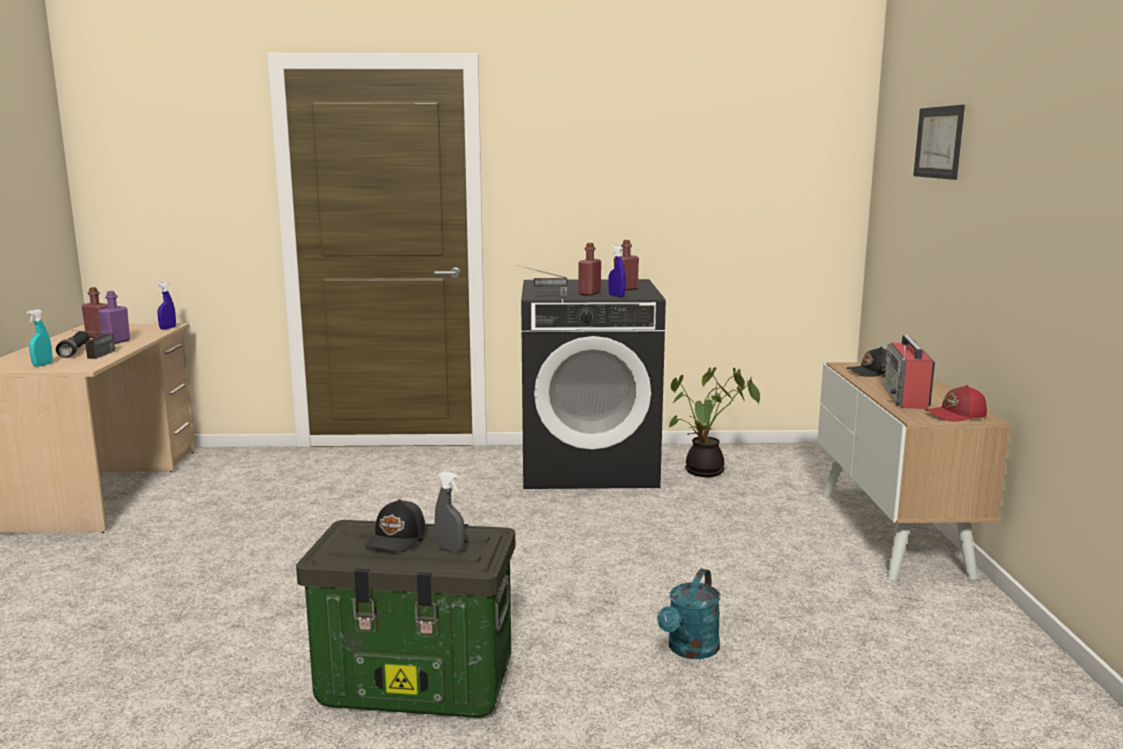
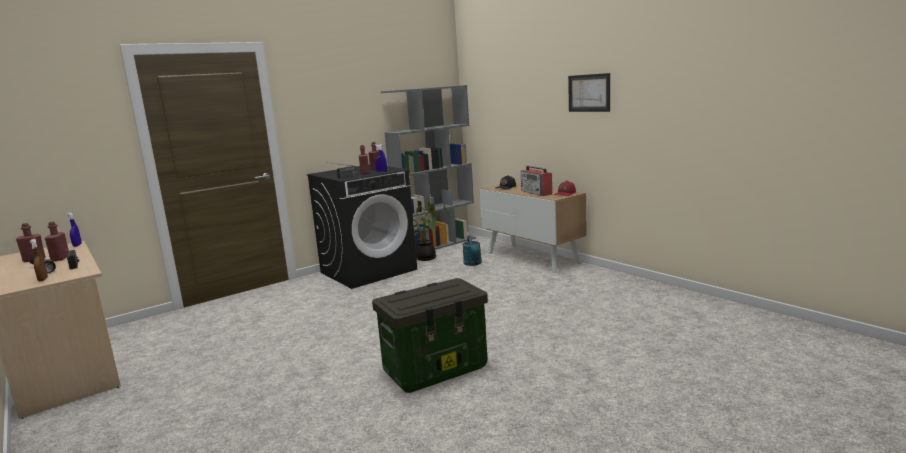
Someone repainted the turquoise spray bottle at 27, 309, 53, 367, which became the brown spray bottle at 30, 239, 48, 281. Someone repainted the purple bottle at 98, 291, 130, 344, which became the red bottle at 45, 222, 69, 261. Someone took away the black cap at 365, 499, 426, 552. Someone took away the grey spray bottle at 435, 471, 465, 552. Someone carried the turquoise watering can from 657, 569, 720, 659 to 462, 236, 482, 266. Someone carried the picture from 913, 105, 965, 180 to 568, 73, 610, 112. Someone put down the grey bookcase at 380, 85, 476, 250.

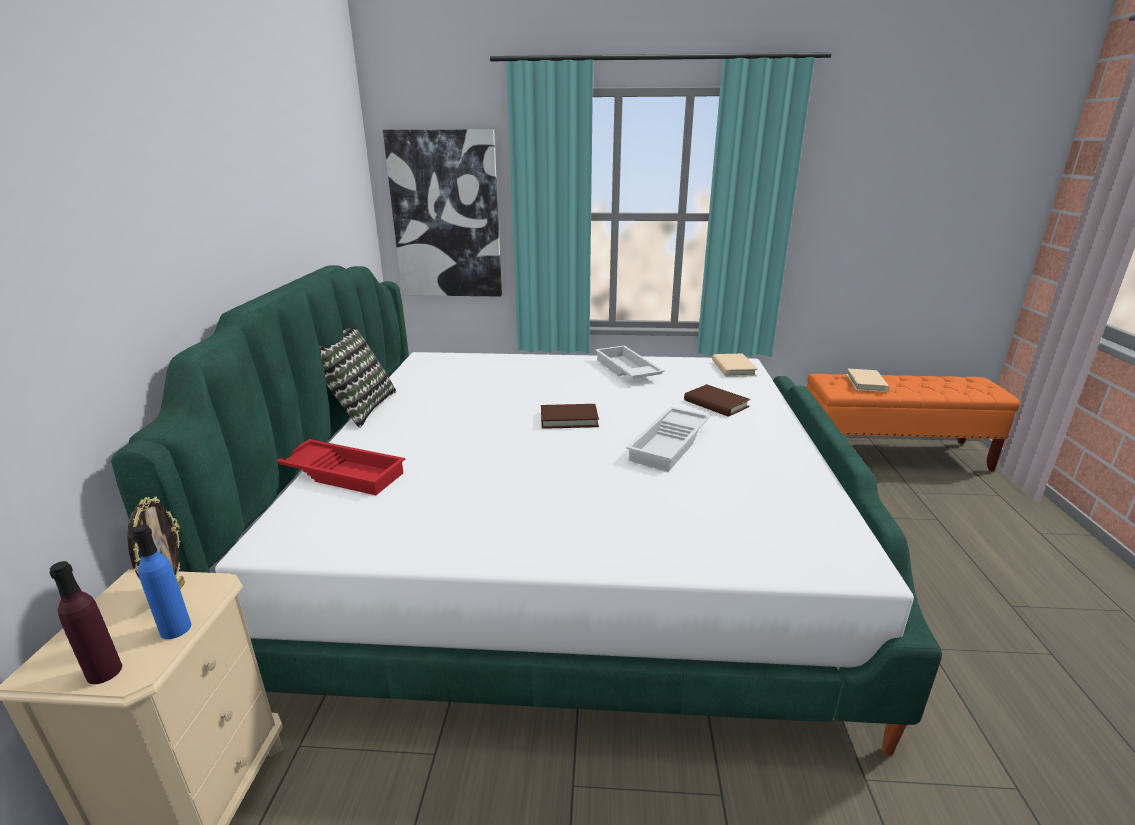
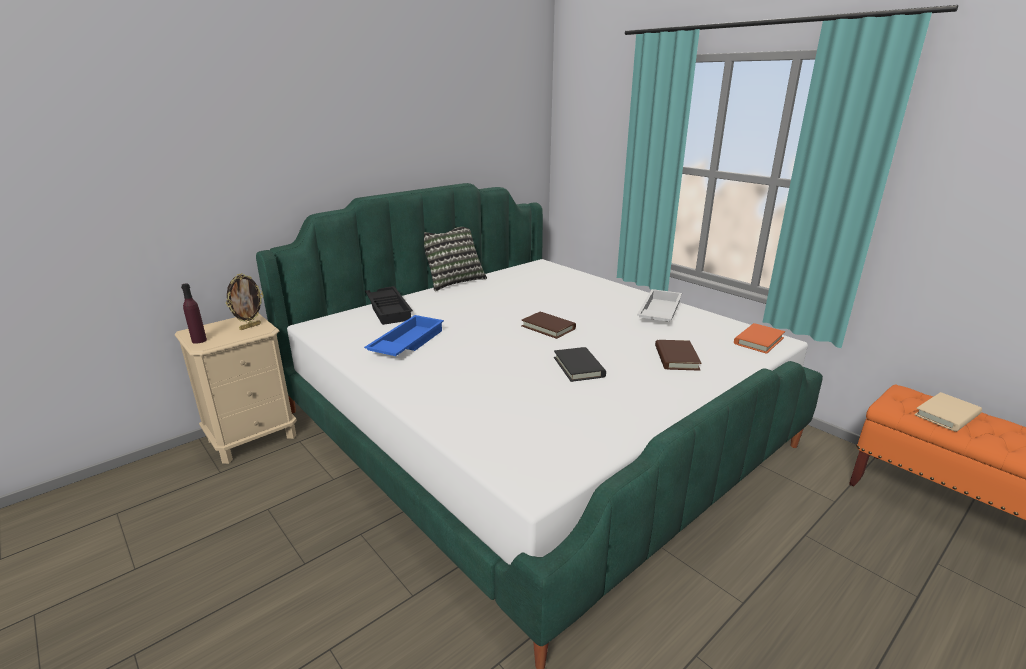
Someone took away the blue bottle at 132, 524, 191, 639. Someone repainted the red tray at 277, 439, 405, 495, which became the black tray at 365, 286, 413, 325. Someone took away the picture at 383, 129, 502, 297. Someone swapped the white tray at 626, 407, 711, 472 for the black book at 554, 347, 606, 382. Someone repainted the beige book at 712, 354, 758, 377, which became the orange book at 734, 323, 785, 354. Someone put down the blue tray at 364, 315, 444, 356.

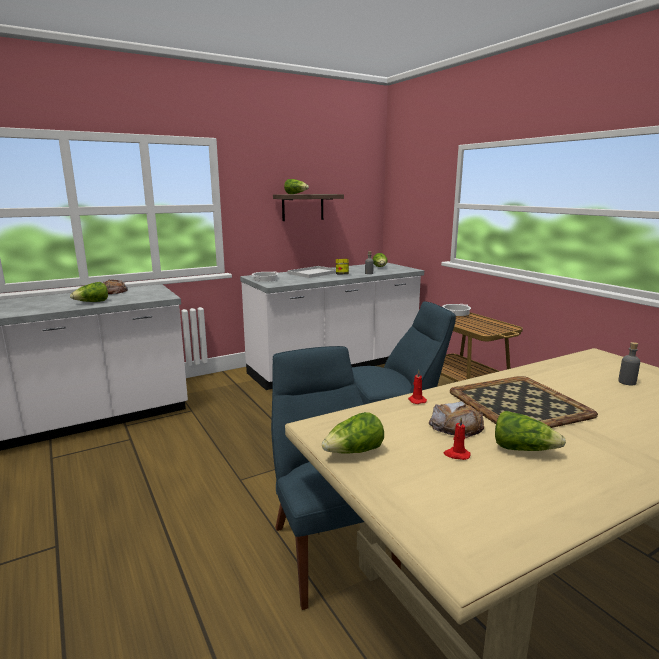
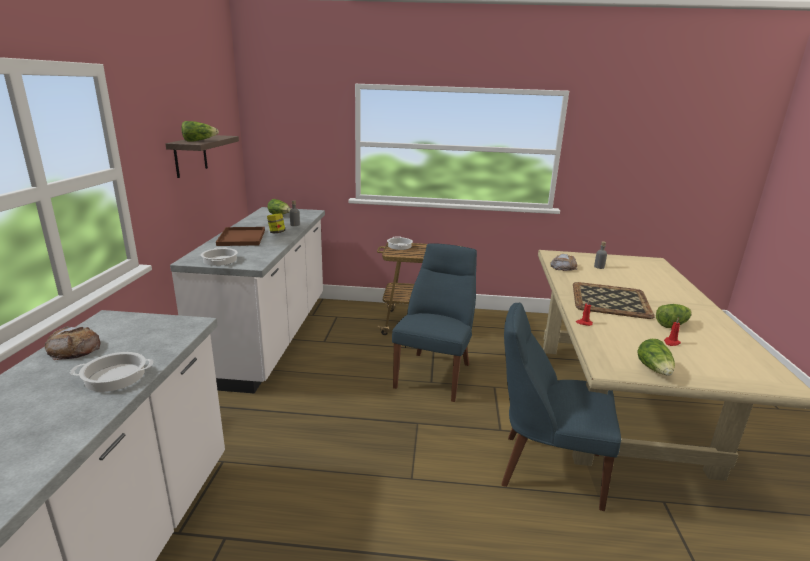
Someone swapped the lettuce at 70, 282, 108, 302 for the cooking pot at 70, 352, 153, 392. Someone repainted the white tray at 287, 266, 336, 278, which became the brown tray at 216, 227, 265, 246. Someone carried the bread from 429, 401, 484, 438 to 550, 254, 577, 271.

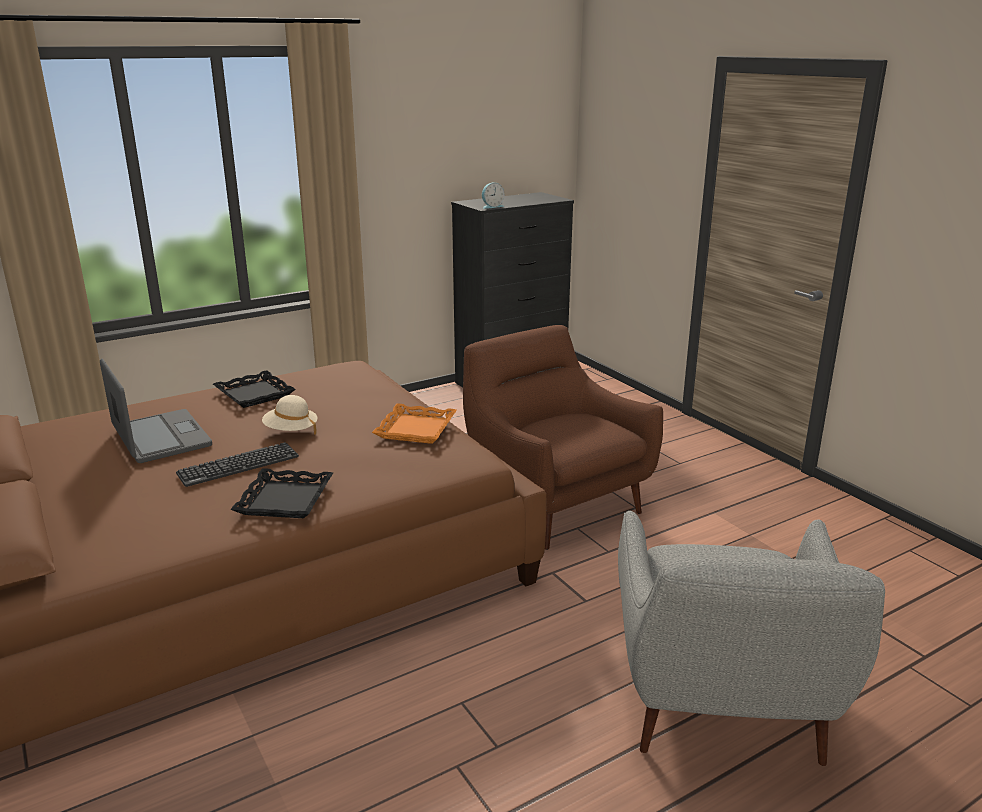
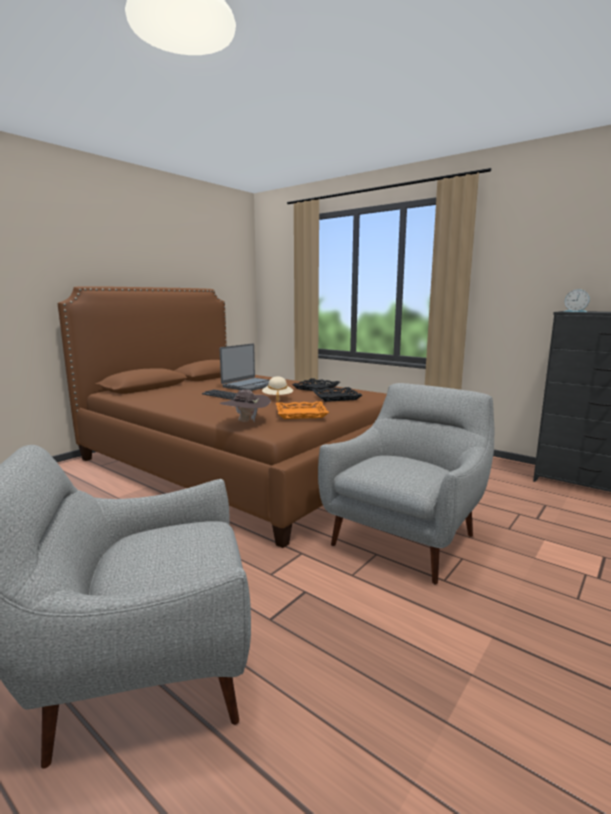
Someone carried the black tray from 230, 468, 333, 518 to 311, 387, 362, 402. Someone repainted the brown armchair at 463, 325, 663, 550, which became the grey armchair at 318, 383, 494, 584. Someone put down the brown hat at 220, 389, 271, 422.

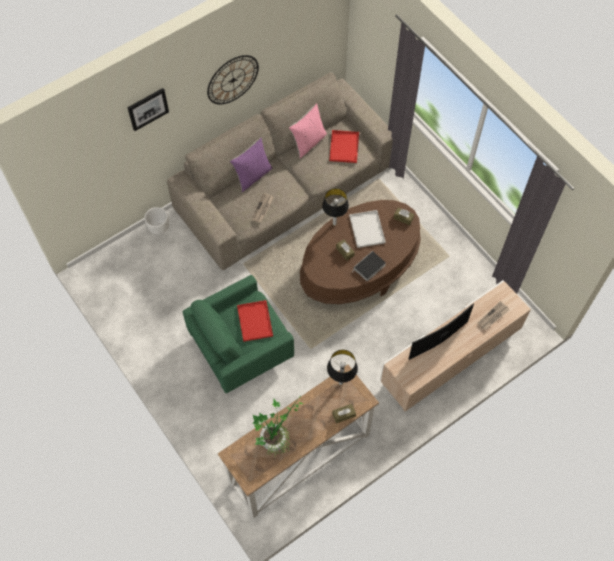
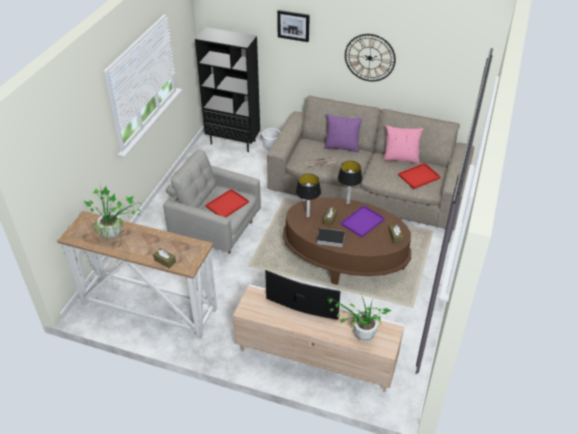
Someone repainted the green armchair at 183, 275, 294, 393, which became the grey armchair at 163, 149, 261, 254. Someone carried the table lamp from 327, 350, 358, 385 to 296, 174, 321, 217. Someone repainted the white tray at 349, 210, 386, 248, which became the purple tray at 341, 205, 385, 238. Someone swapped the newspaper at 477, 301, 509, 330 for the potted plant at 325, 294, 392, 341. Someone put down the black bookcase at 195, 27, 260, 152.

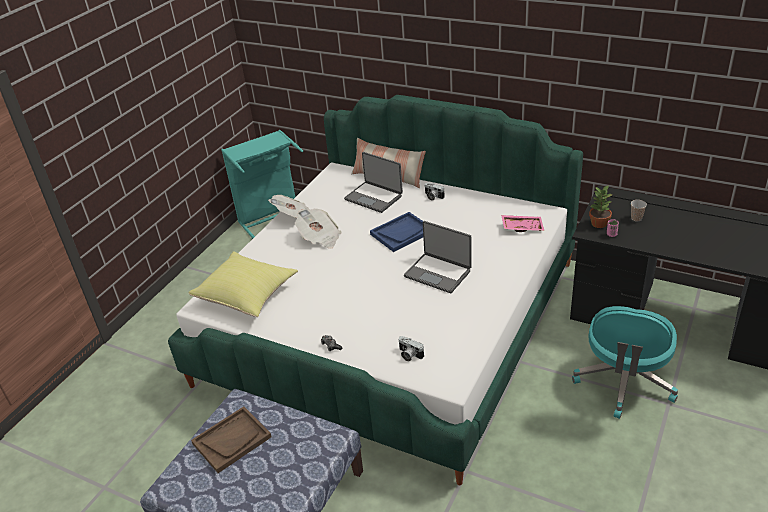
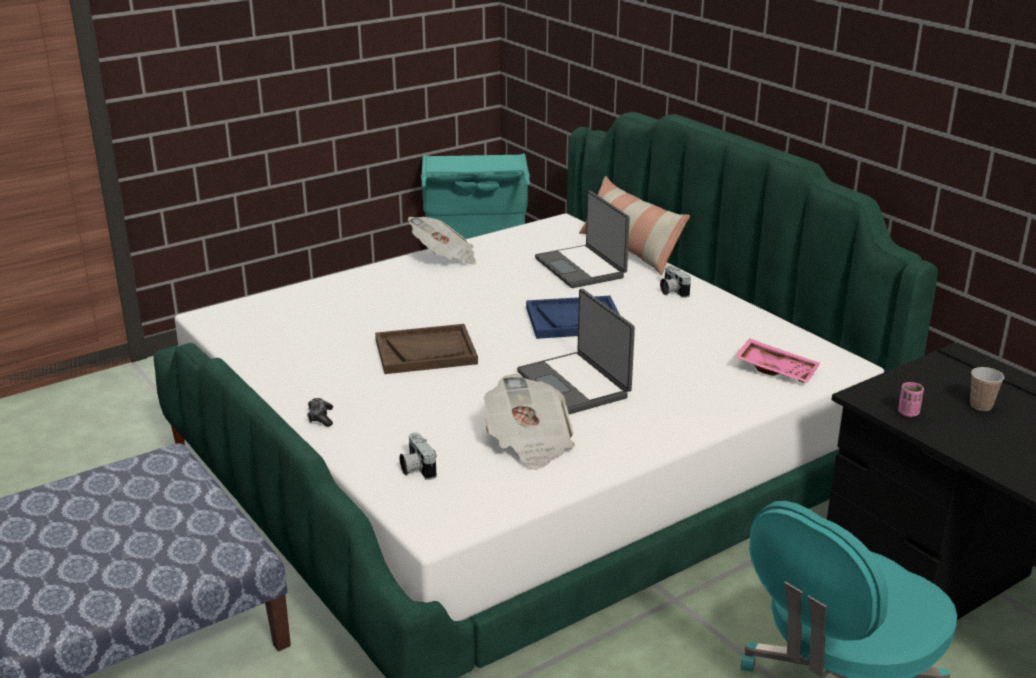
Someone took away the yellow pillow at 188, 251, 298, 317. Someone carried the brown tray from 191, 406, 271, 473 to 375, 324, 478, 374. Someone carried the newspaper from 295, 209, 341, 249 to 484, 374, 575, 470. Someone took away the potted plant at 589, 185, 613, 228.

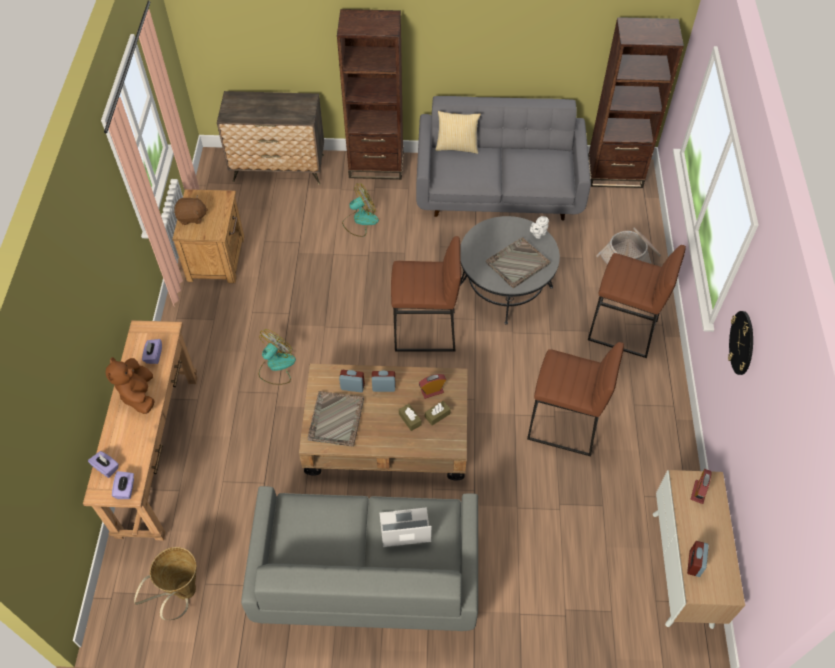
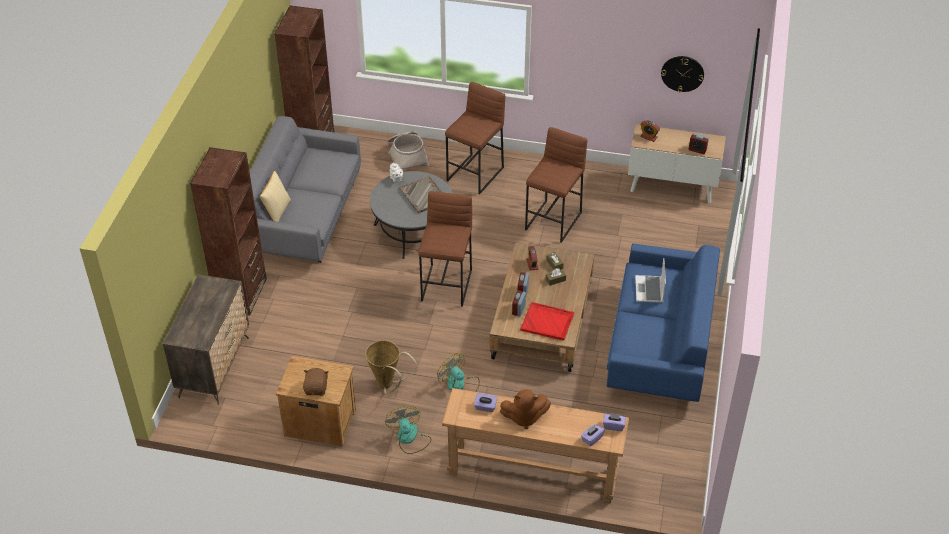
Someone carried the basket from 134, 547, 197, 620 to 365, 340, 417, 394. Someone repainted the grey sofa at 241, 486, 478, 631, which became the blue sofa at 607, 243, 720, 402. Someone repainted the grey tray at 308, 391, 364, 447, which became the red tray at 520, 302, 575, 341. Someone carried the fan from 342, 183, 379, 237 to 385, 406, 432, 454. Someone carried the wall clock from 728, 311, 753, 375 to 661, 56, 704, 92.

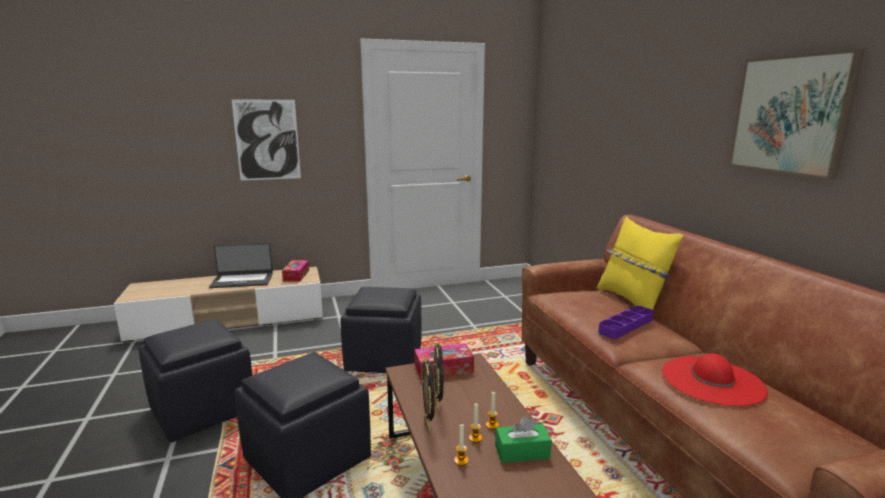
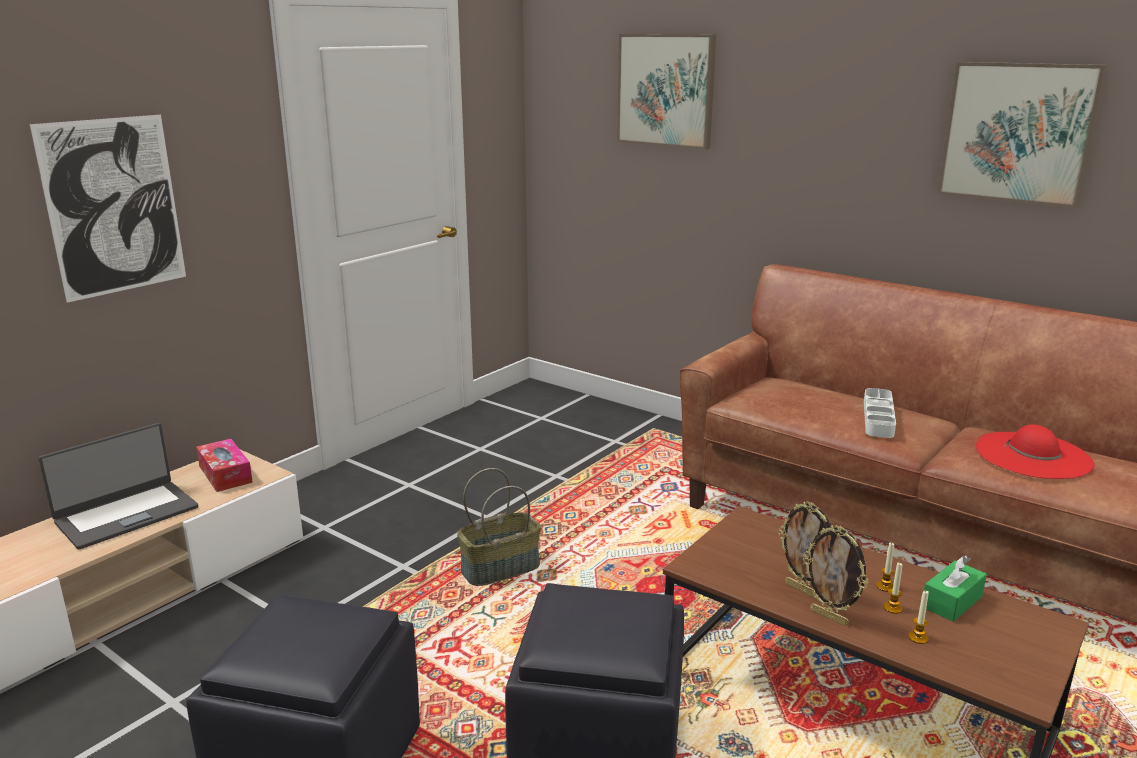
Someone swapped the black ottoman at 341, 287, 421, 373 for the basket at 457, 468, 541, 586. Someone took away the tissue box at 415, 343, 474, 380. Someone took away the yellow pillow at 597, 217, 683, 310. Someone repainted the purple tray at 598, 306, 654, 339, which became the white tray at 864, 388, 896, 438. Someone put up the picture at 617, 34, 716, 150.

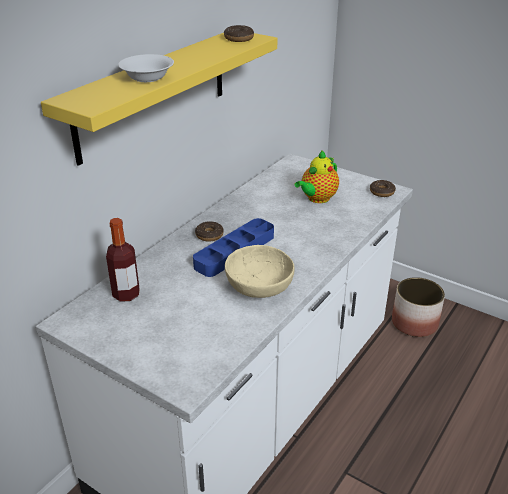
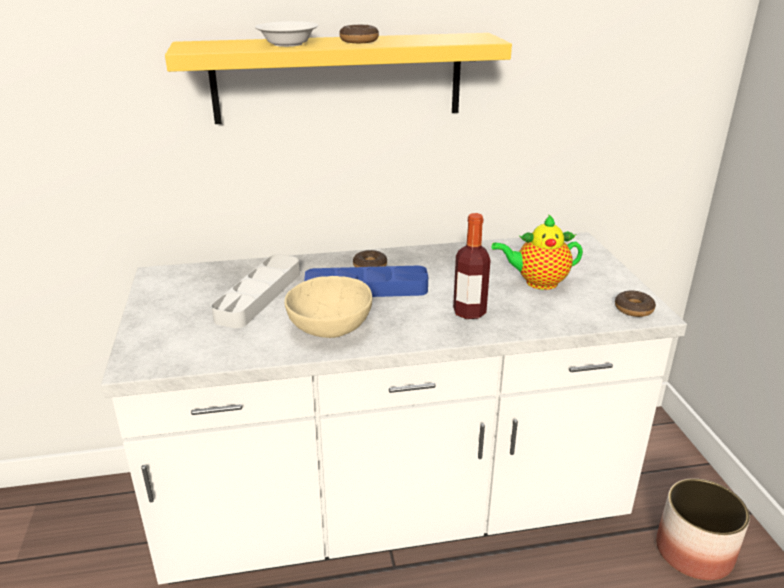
Someone carried the bottle from 106, 218, 140, 302 to 453, 213, 491, 319. Someone carried the donut from 224, 25, 254, 42 to 339, 24, 379, 43. Someone put down the grey tray at 211, 254, 300, 328.

